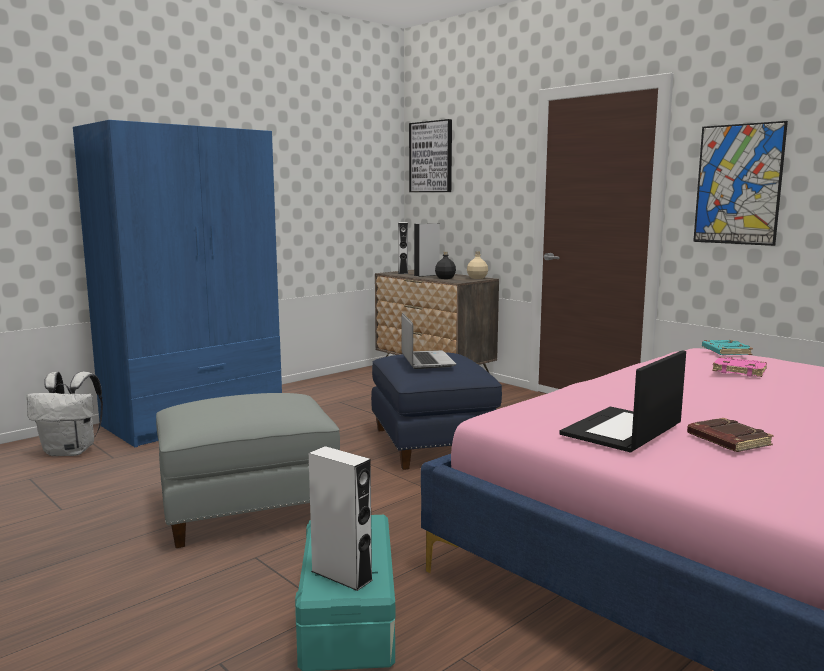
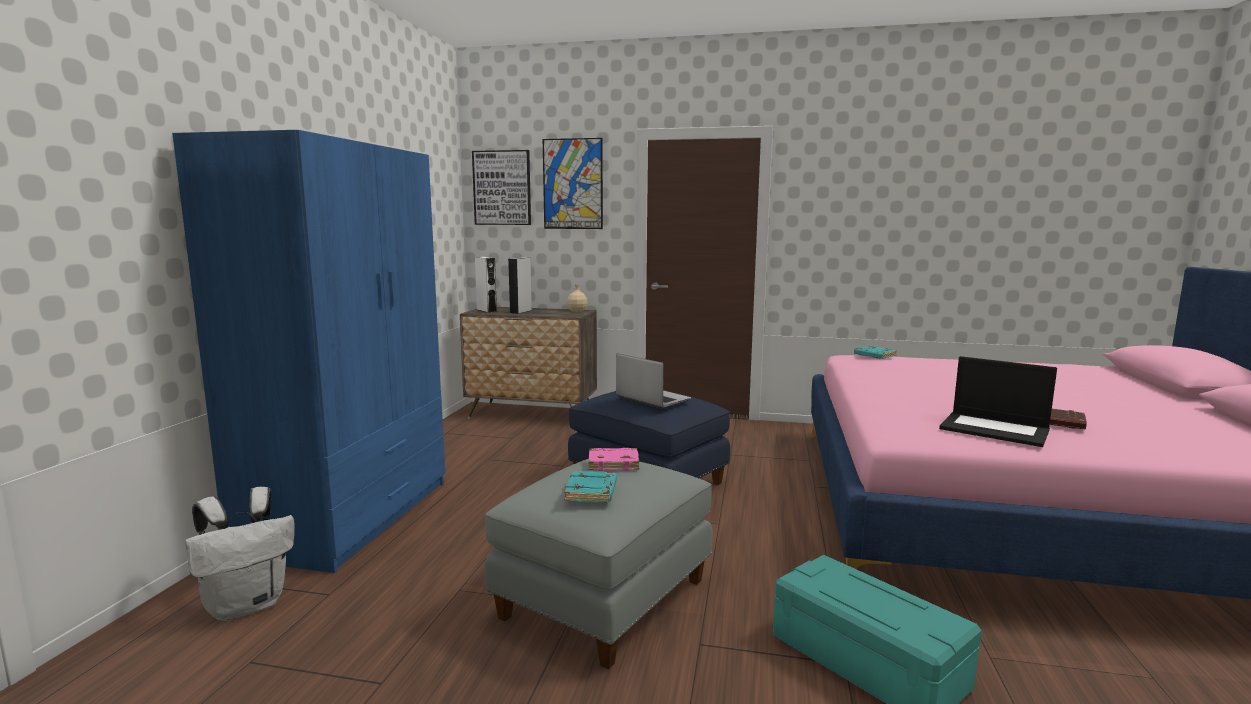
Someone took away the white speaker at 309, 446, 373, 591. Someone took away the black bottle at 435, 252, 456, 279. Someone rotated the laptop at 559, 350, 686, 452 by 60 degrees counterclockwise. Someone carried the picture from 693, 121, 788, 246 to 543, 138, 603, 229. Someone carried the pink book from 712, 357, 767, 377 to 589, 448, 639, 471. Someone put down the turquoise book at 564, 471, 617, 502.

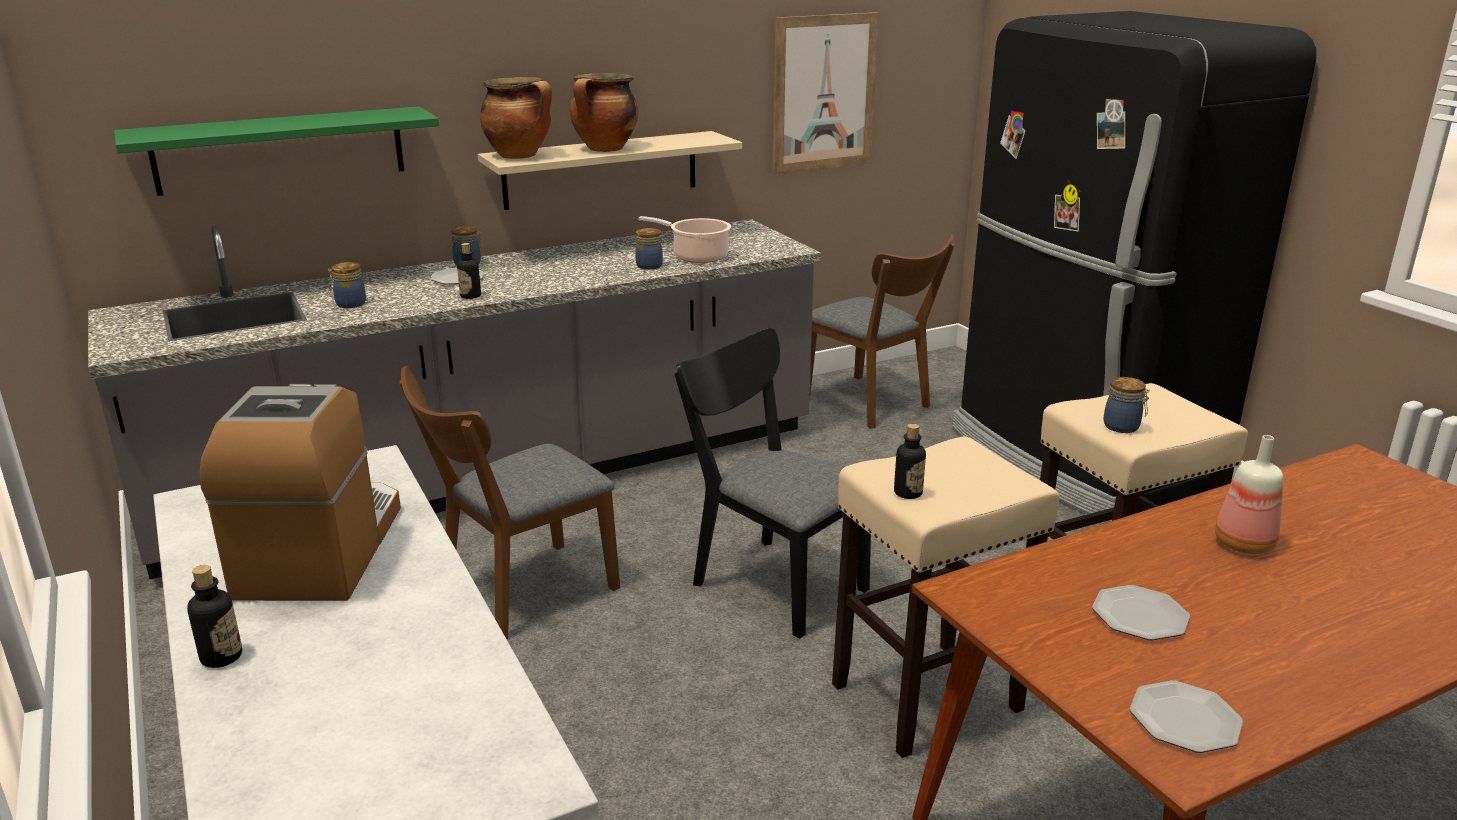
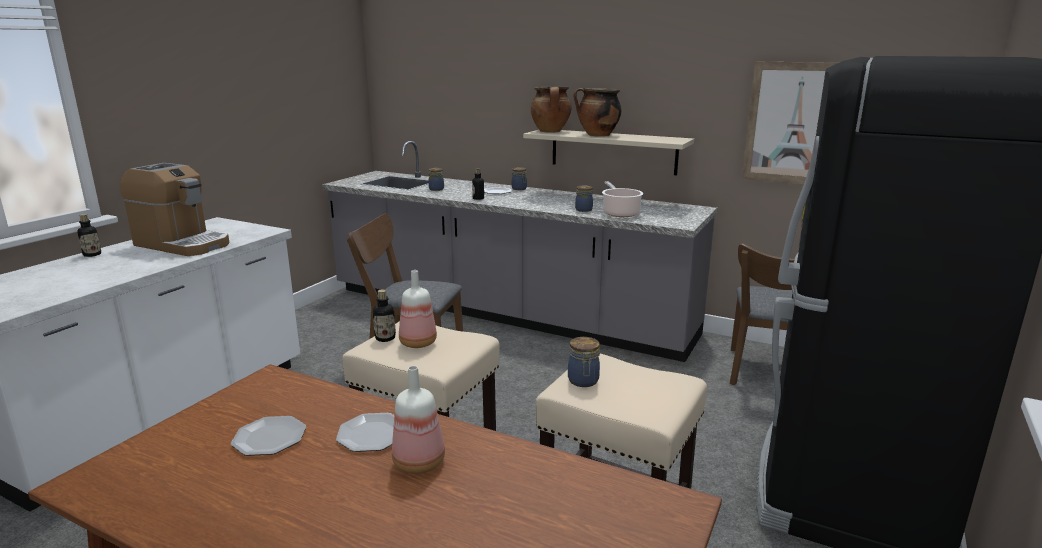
Someone took away the green shelf at 114, 106, 439, 196. Someone rotated the coffee machine at 200, 383, 401, 601 by 60 degrees clockwise. Someone took away the black chair at 674, 328, 871, 639. Someone carried the plate from 1130, 680, 1243, 753 to 336, 413, 394, 452. Someone put down the bottle at 399, 270, 437, 348.

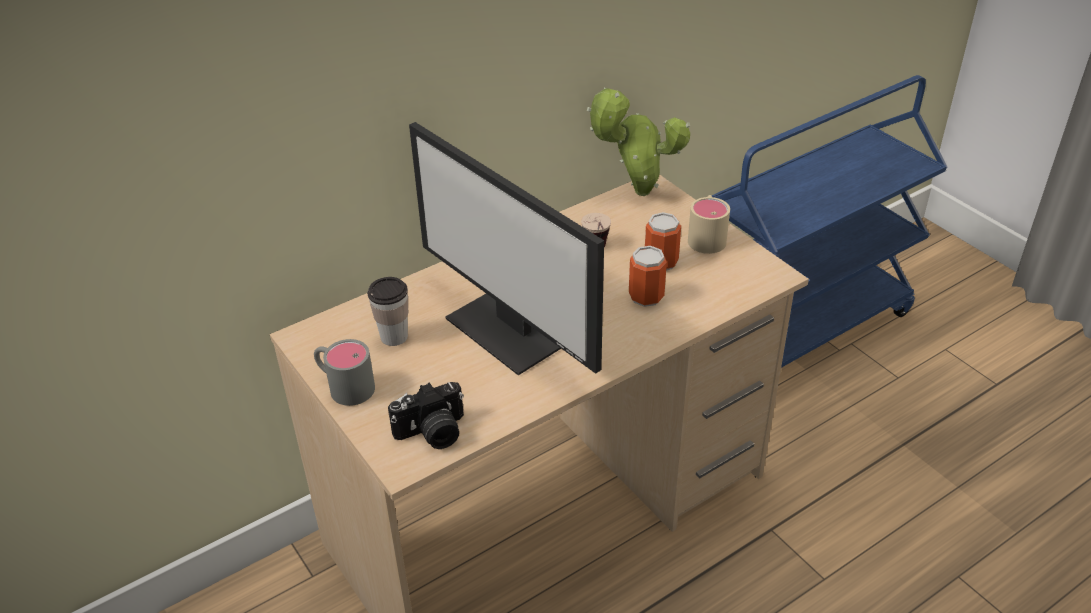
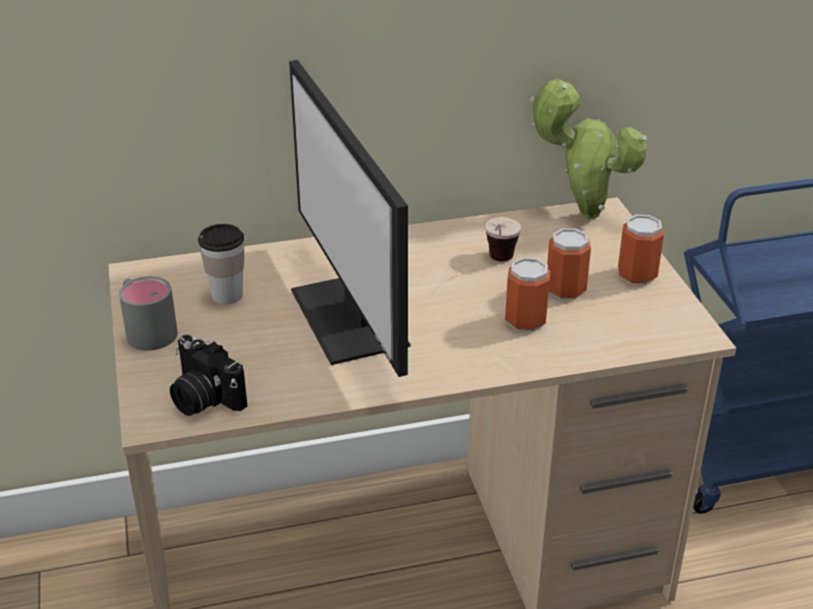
Someone rotated the photo camera at 388, 382, 464, 449 by 45 degrees clockwise. Someone swapped the beige mug at 688, 195, 730, 254 for the can at 618, 215, 664, 285.

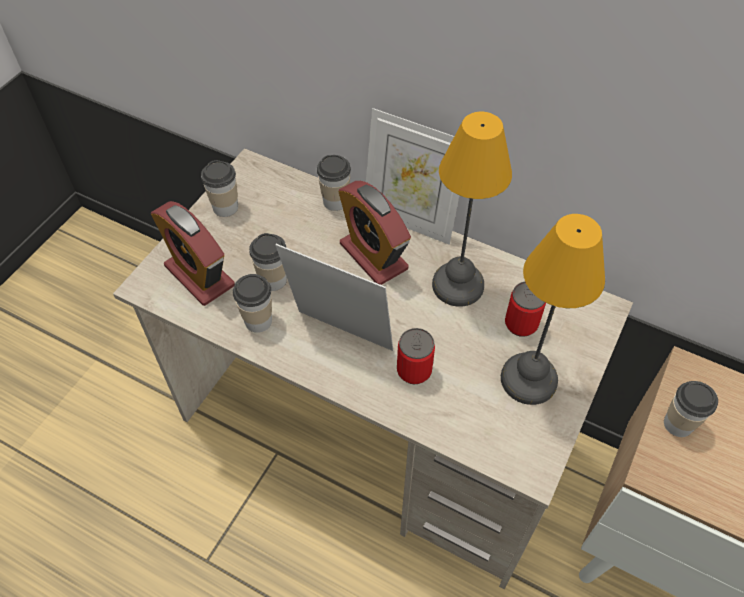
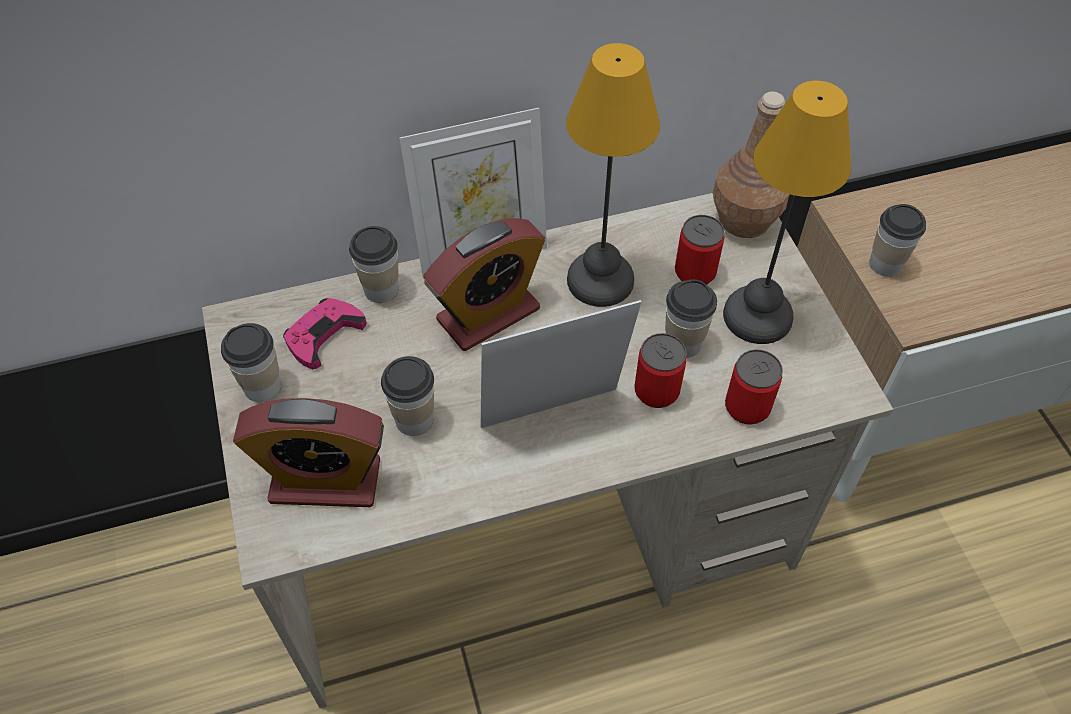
Someone carried the cup from 233, 274, 272, 333 to 665, 279, 717, 357. Someone rotated the alarm clock at 338, 181, 411, 285 by 45 degrees counterclockwise. Someone put down the pink game controller at 283, 298, 366, 369. Someone put down the brown bottle at 713, 91, 789, 238. Someone put down the can at 725, 349, 783, 425.

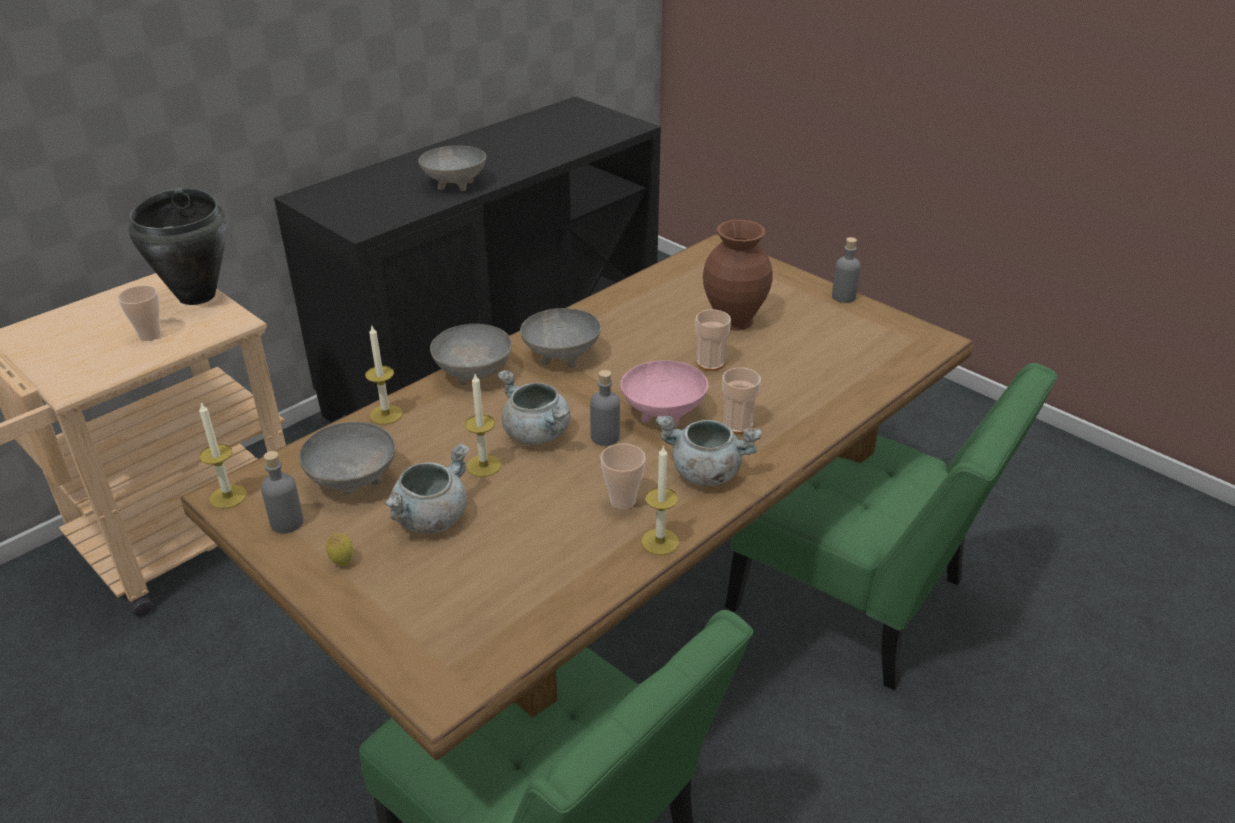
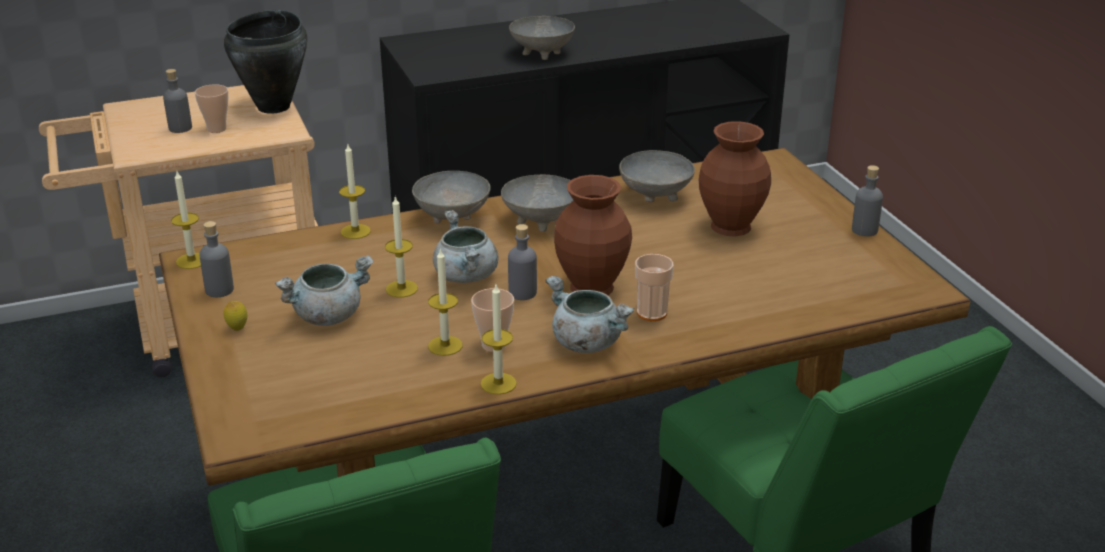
Someone carried the grey bowl from 299, 422, 396, 494 to 619, 150, 695, 202. Someone swapped the pink bowl at 621, 360, 708, 427 for the brown vase at 554, 175, 632, 295. Someone took away the cup at 696, 310, 731, 371. Someone put down the grey bottle at 163, 69, 192, 133. Someone put down the candle at 428, 248, 463, 356.

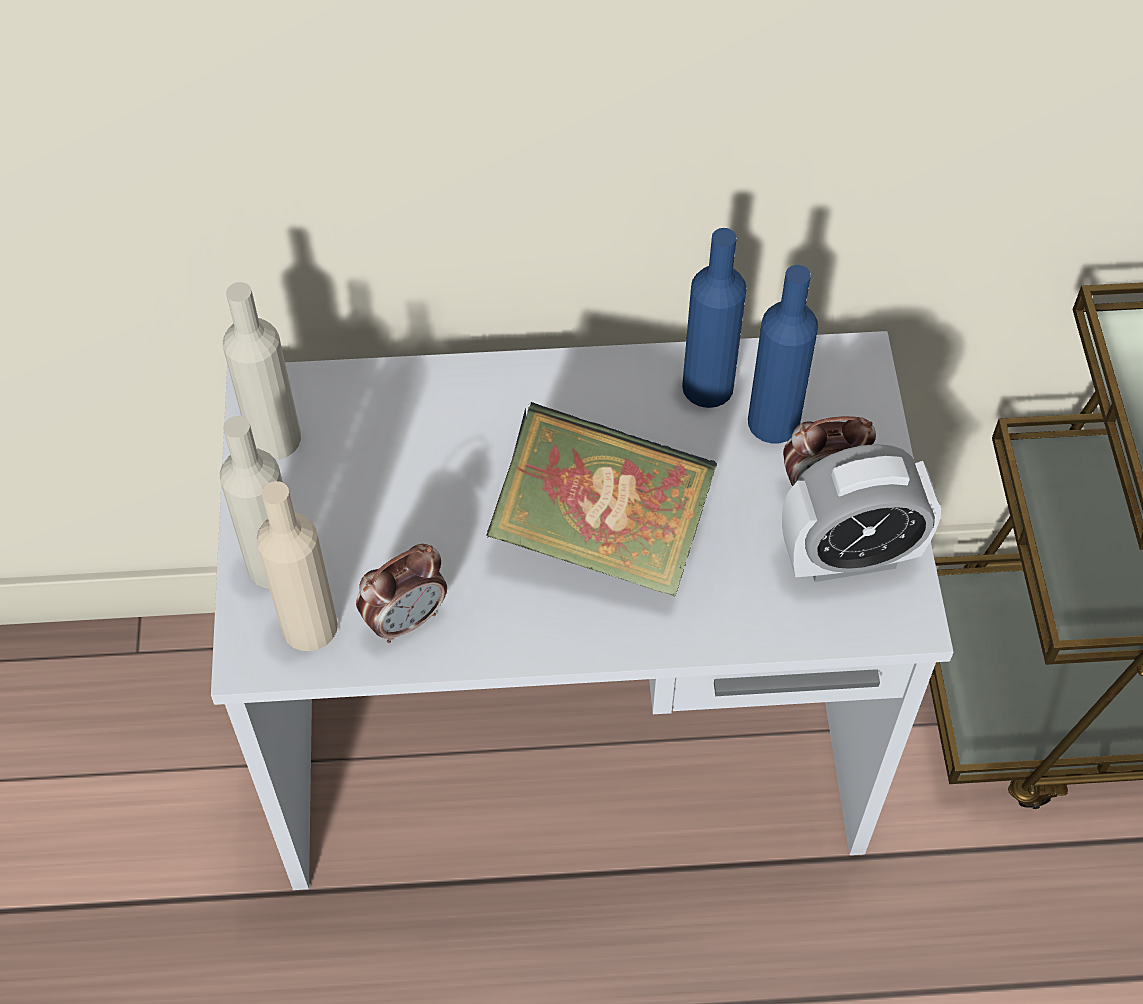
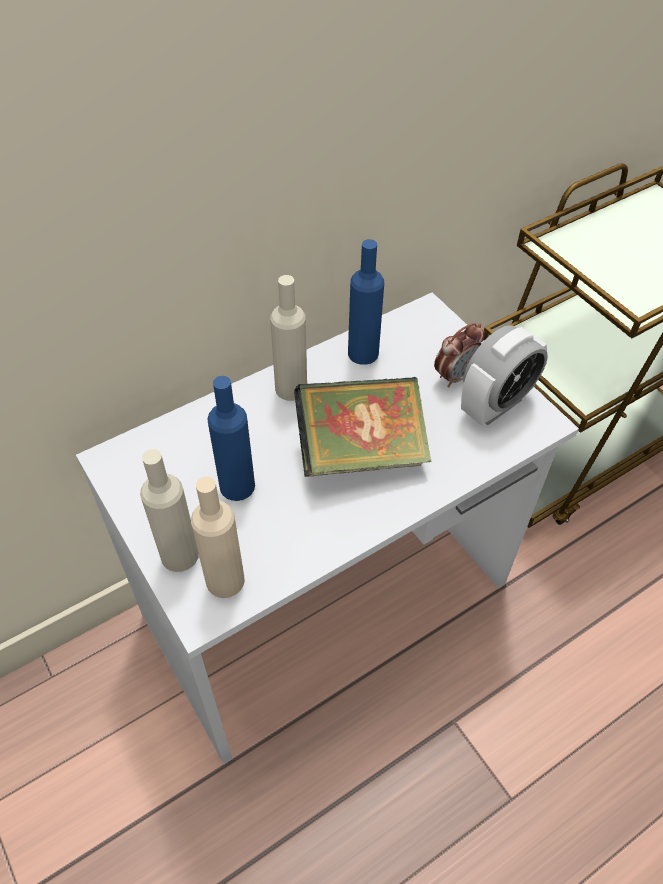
Someone carried the beige bottle from 223, 282, 301, 460 to 270, 275, 307, 401. Someone took away the alarm clock at 356, 544, 447, 643. Someone carried the blue bottle from 748, 265, 818, 443 to 207, 376, 255, 501.

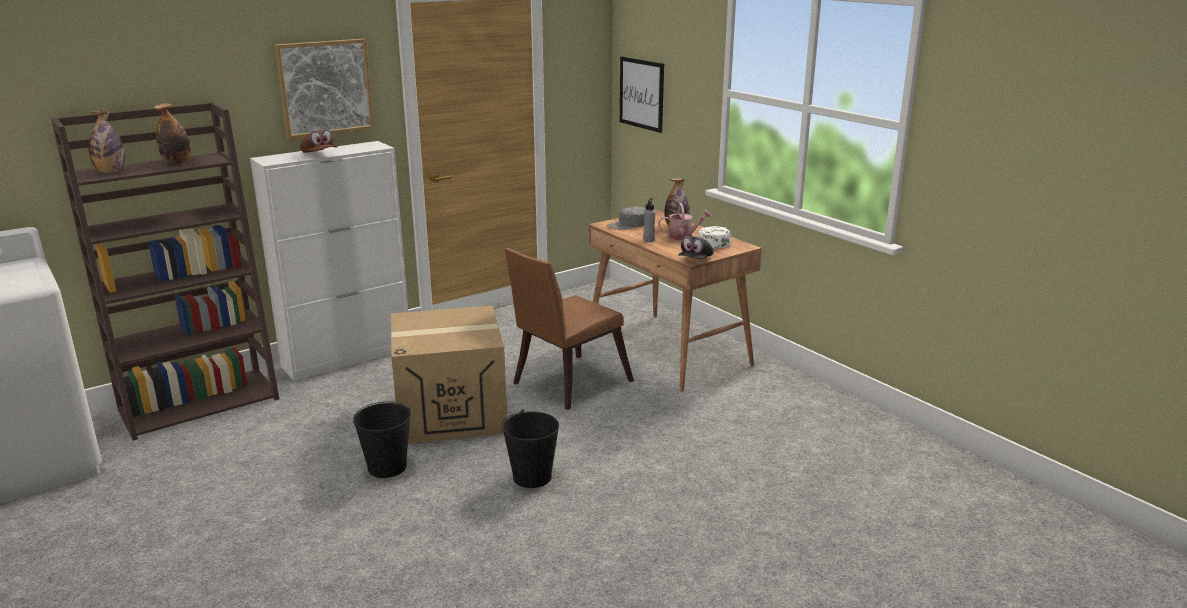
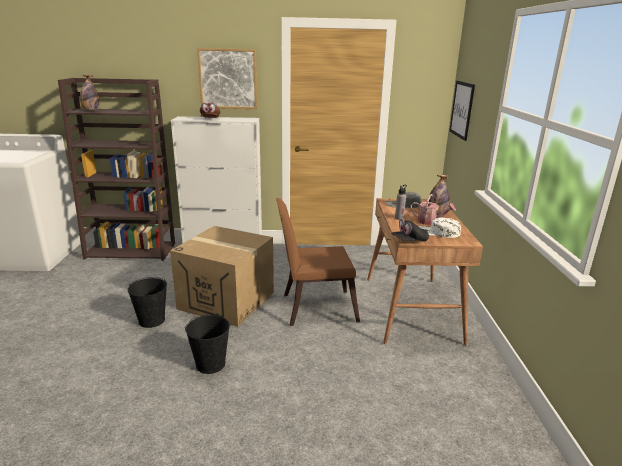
Someone took away the bottle at 154, 103, 191, 164.

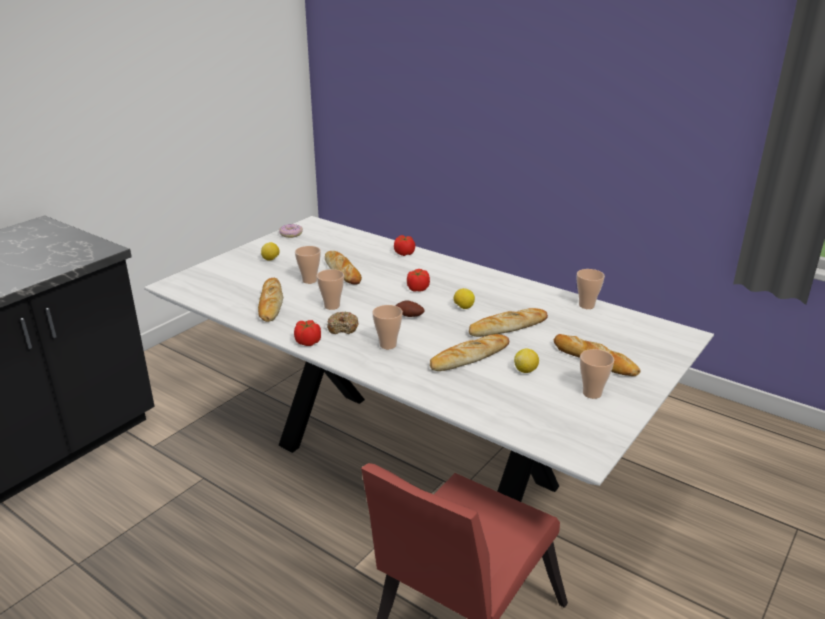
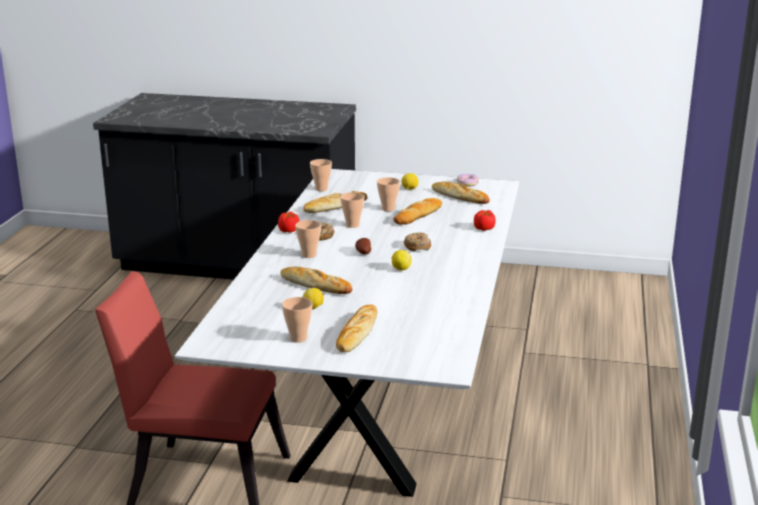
Someone swapped the tomato at 407, 269, 430, 292 for the donut at 404, 232, 431, 251. Someone carried the bread from 469, 308, 548, 337 to 432, 181, 490, 204. Someone carried the cup from 577, 269, 605, 309 to 310, 159, 332, 191.

